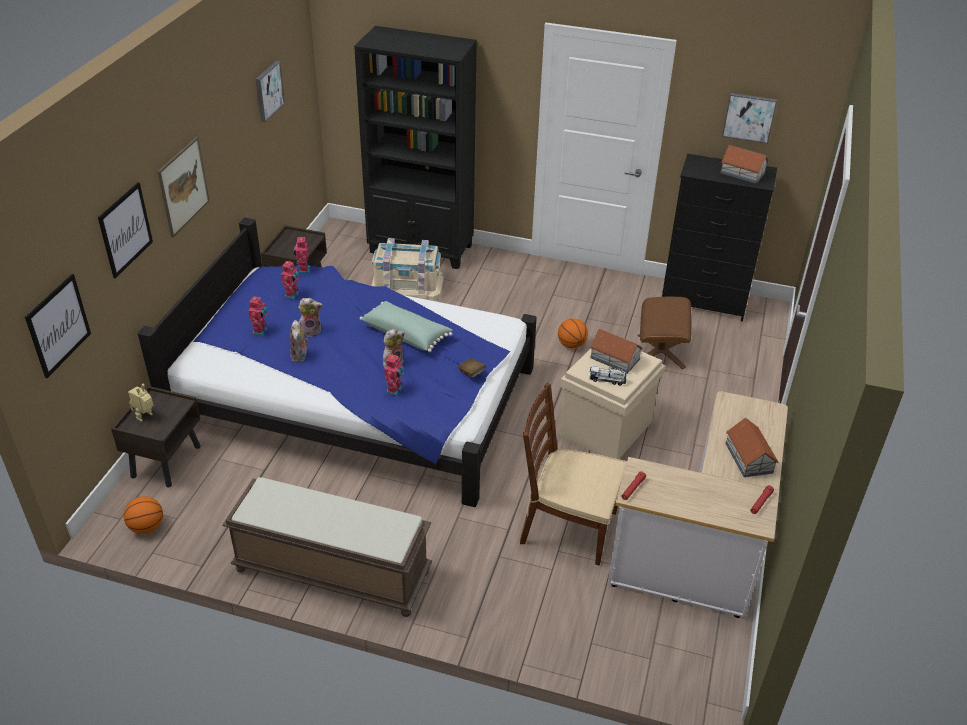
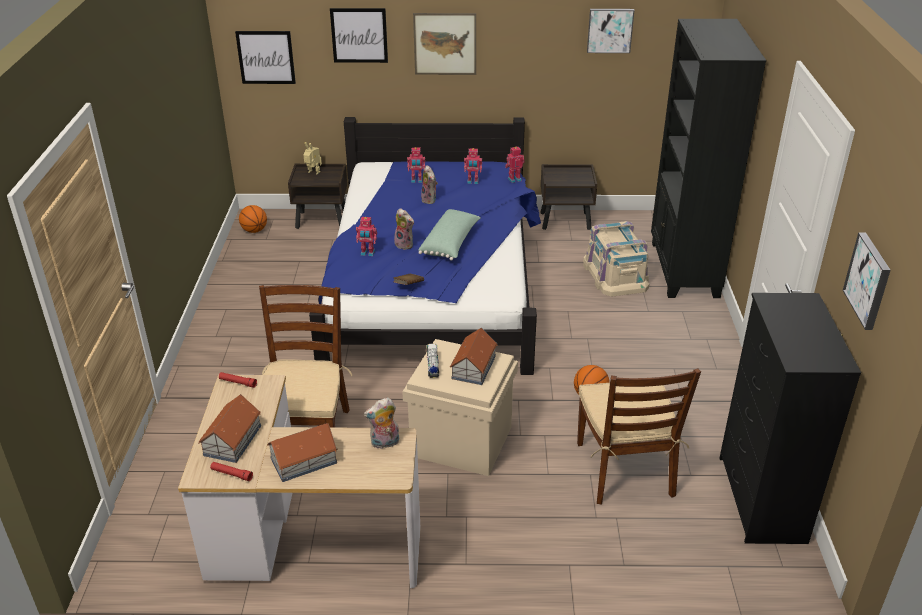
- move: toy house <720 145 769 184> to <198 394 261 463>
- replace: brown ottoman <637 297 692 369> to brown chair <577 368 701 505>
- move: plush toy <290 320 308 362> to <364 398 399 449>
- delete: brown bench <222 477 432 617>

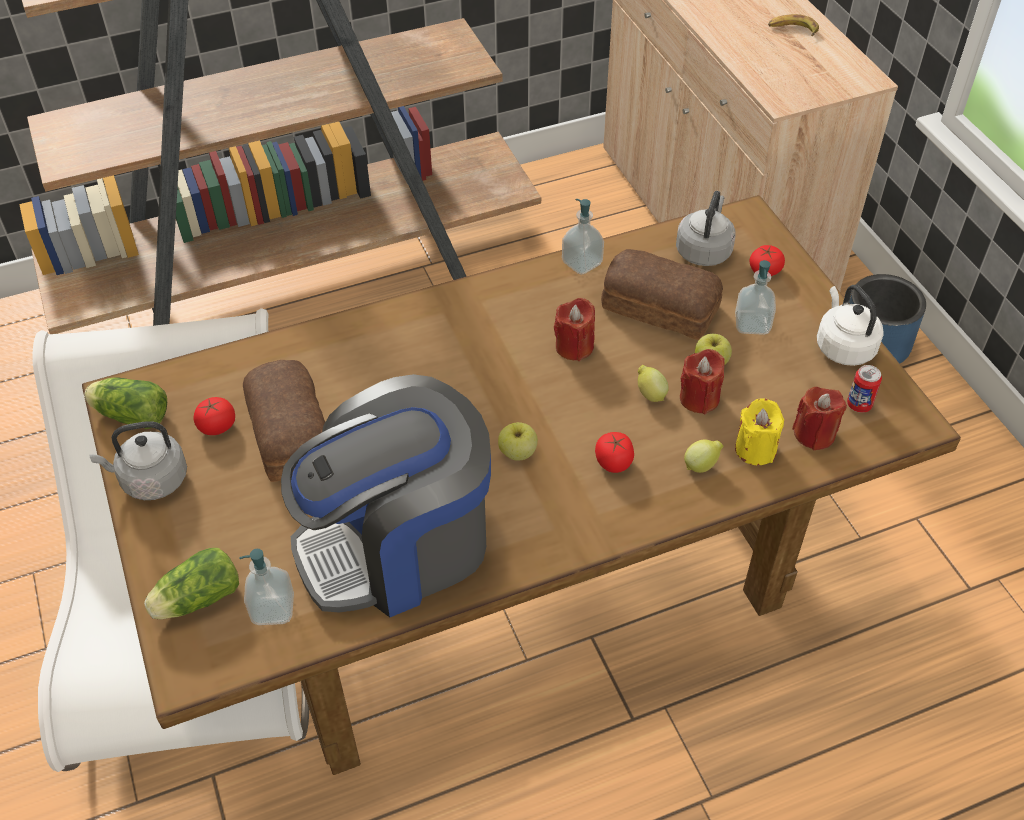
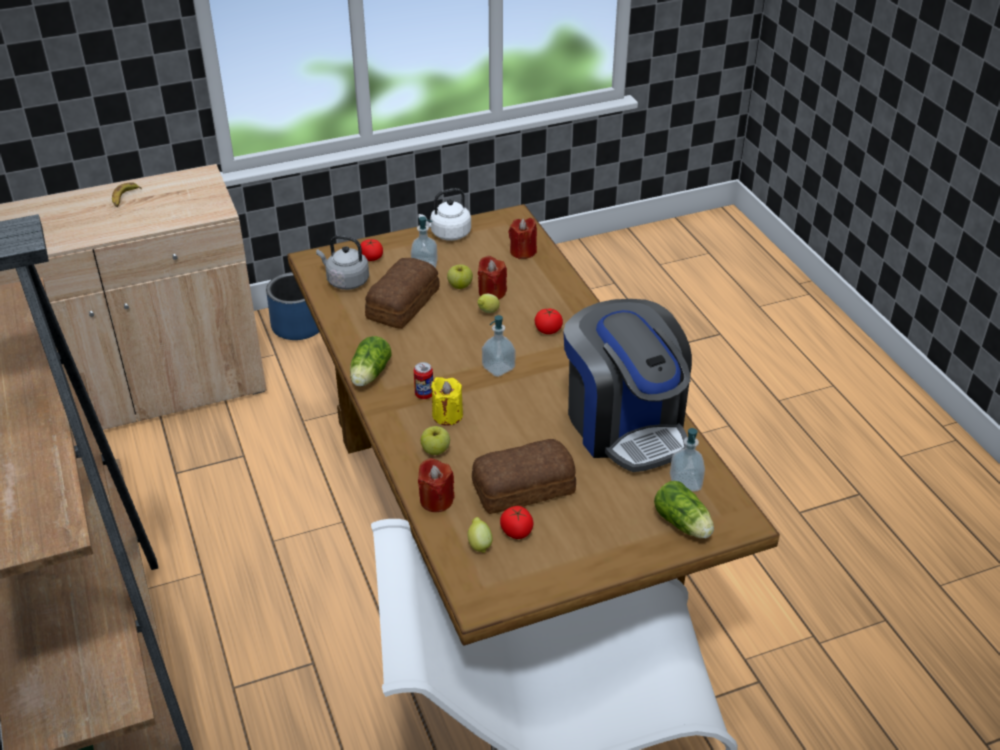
- move: soap dispenser <562 199 604 275> to <482 315 515 377>
- move: red candle <554 298 595 361> to <418 458 455 512>
- move: can <847 365 882 413> to <414 362 433 399>
- move: lettuce <84 378 167 429> to <350 336 392 386>
- move: yellow candle <735 398 784 465> to <431 377 463 426>
- delete: grey kettle <89 421 187 500>
- move: apple <498 422 538 461> to <421 426 450 455>
- move: lemon <684 439 723 473> to <467 517 493 553>

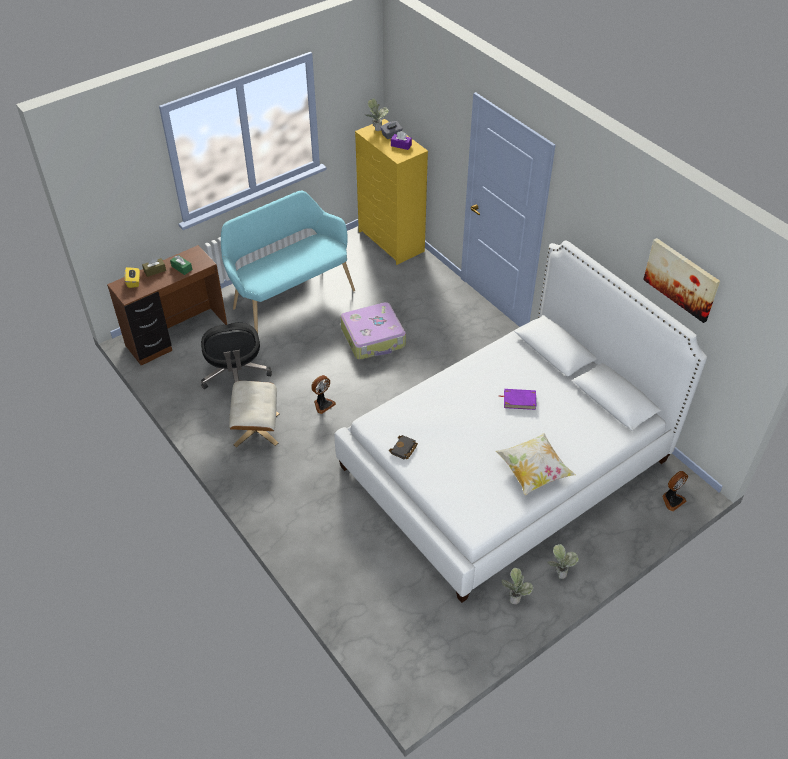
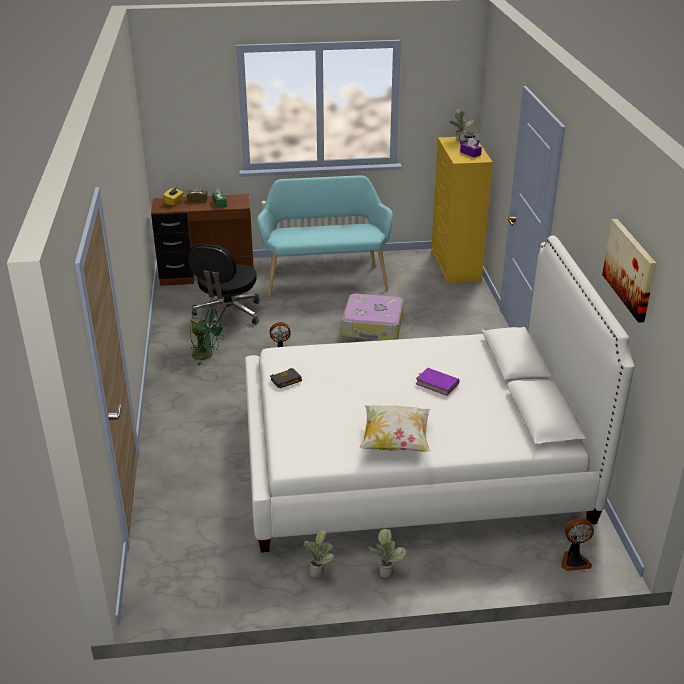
- replace: beige ottoman <229 381 280 448> to green fan <190 304 225 366>

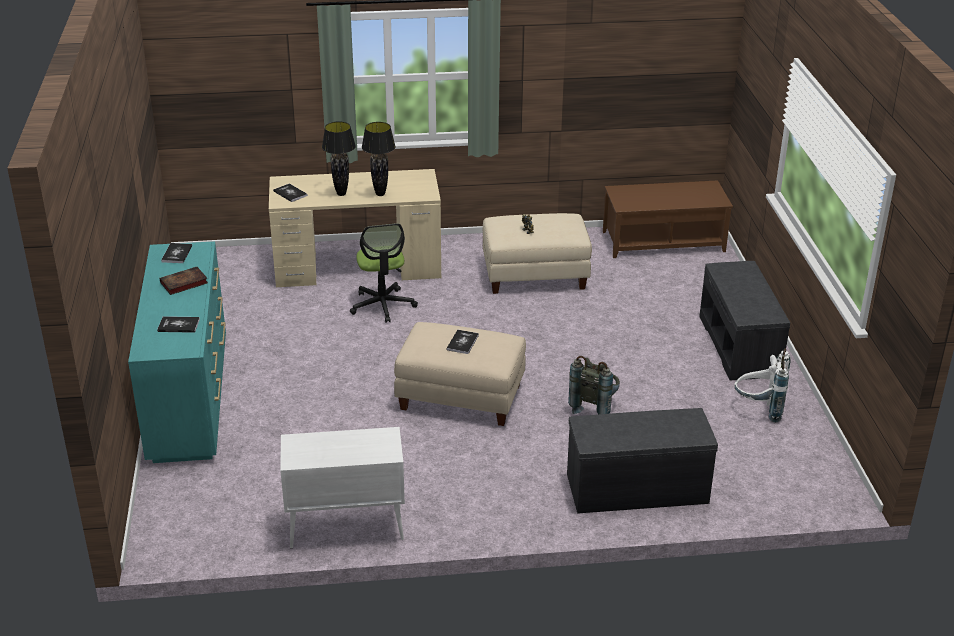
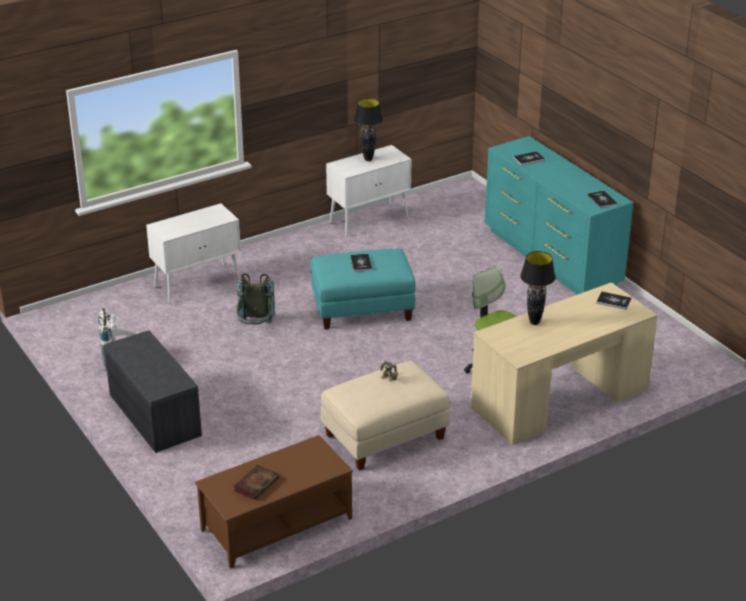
- move: black table lamp <322 121 356 196> to <354 98 383 161>
- move: book <160 267 208 295> to <234 465 279 500>
- recolor: beige ottoman <394 322 526 426> to turquoise ottoman <310 249 416 329>
- replace: grey bench <567 408 718 514> to white cabinet <146 203 241 303>

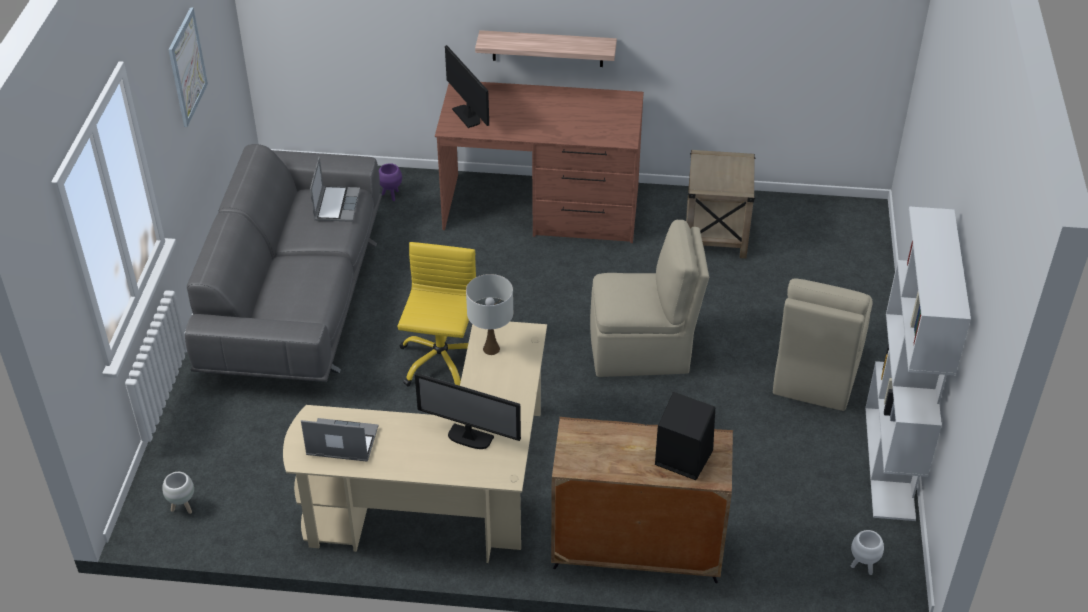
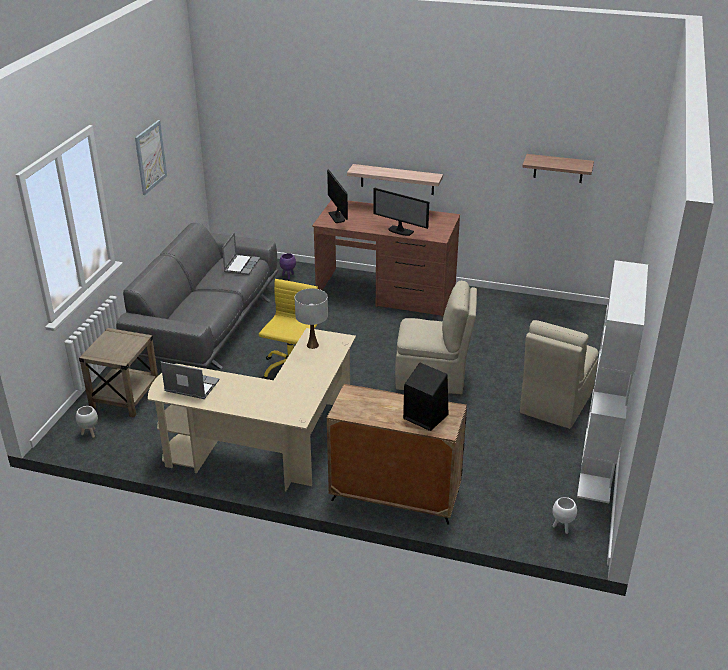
- move: beige side table <686 150 755 259> to <79 328 158 417>
- move: monitor <415 373 521 449> to <373 187 429 236>
- insert: shelf <522 154 594 183>

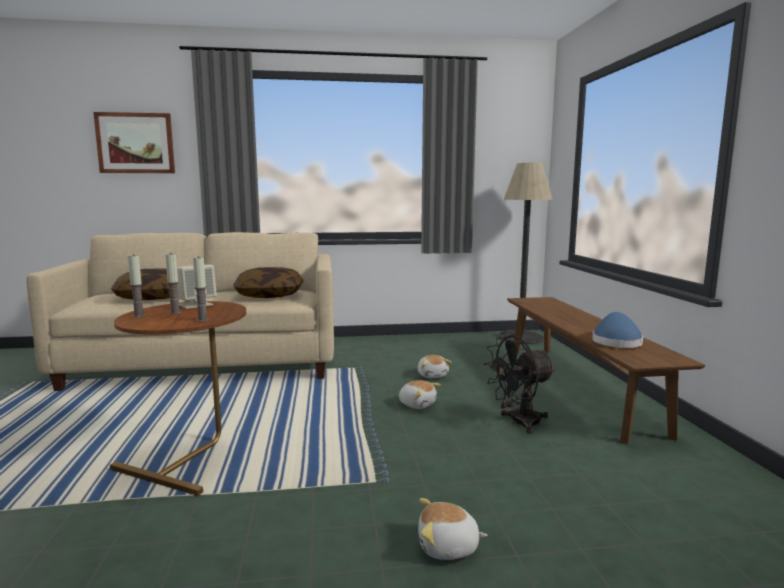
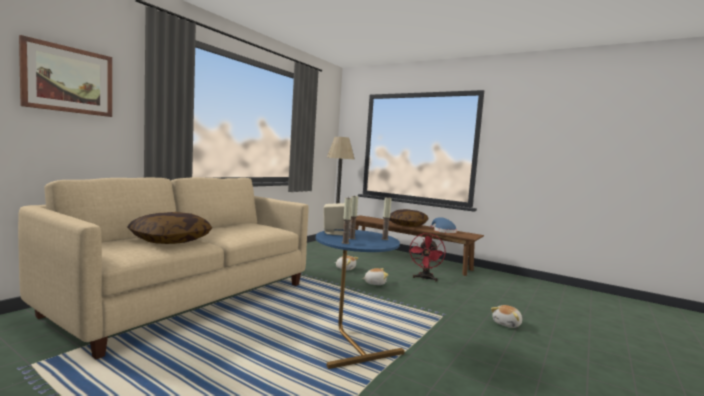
- move: pillow <233 267 304 298> to <389 209 429 227>
- recolor: brown side table <110 301 246 497> to blue side table <316 229 405 369>
- recolor: black fan <484 336 556 433> to red fan <409 233 445 282>

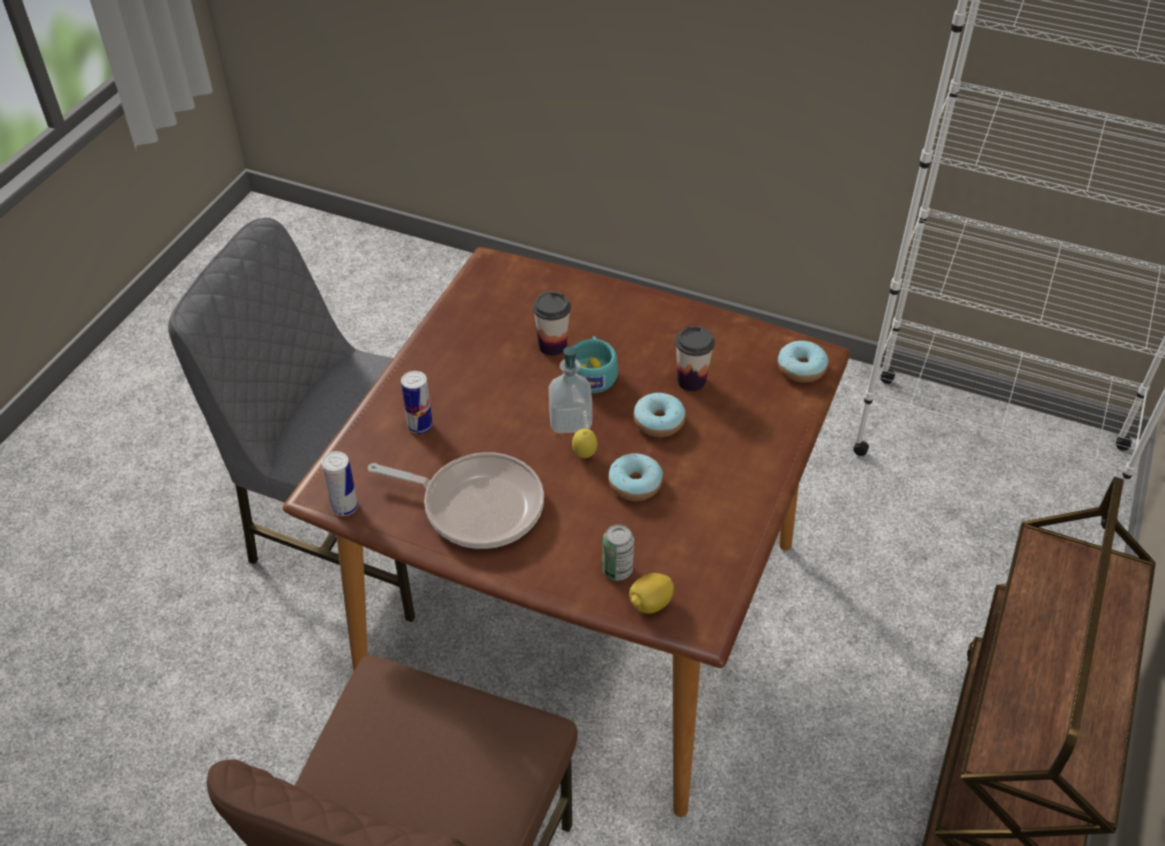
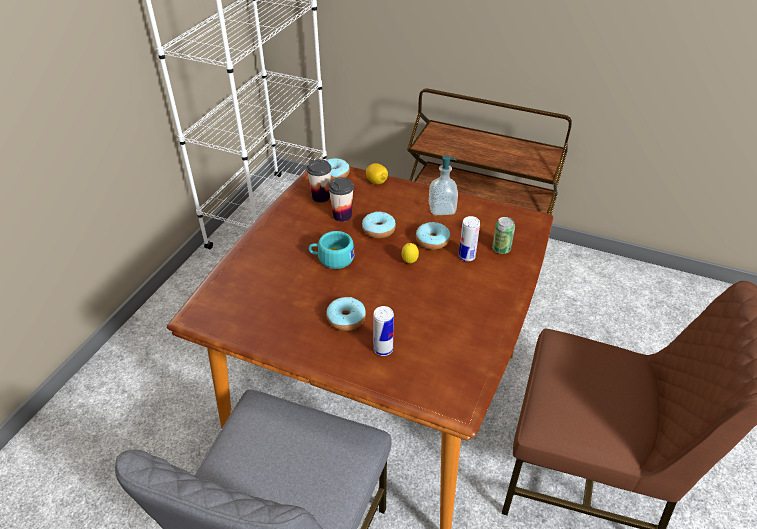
- move: cup <533 291 571 356> to <307 159 332 203>
- move: soap dispenser <549 346 592 433> to <429 155 458 215>
- move: can <321 451 358 516> to <459 216 480 261>
- delete: frying pan <368 452 544 549>
- move: lemon <629 573 674 613> to <366 163 388 184>
- insert: donut <326 297 366 331>

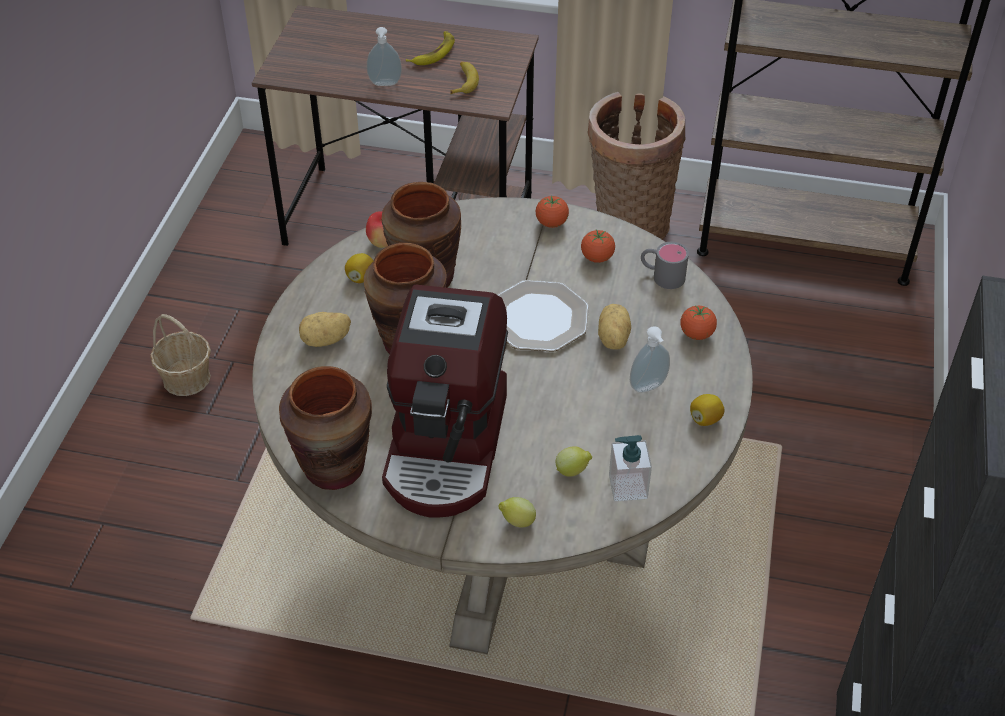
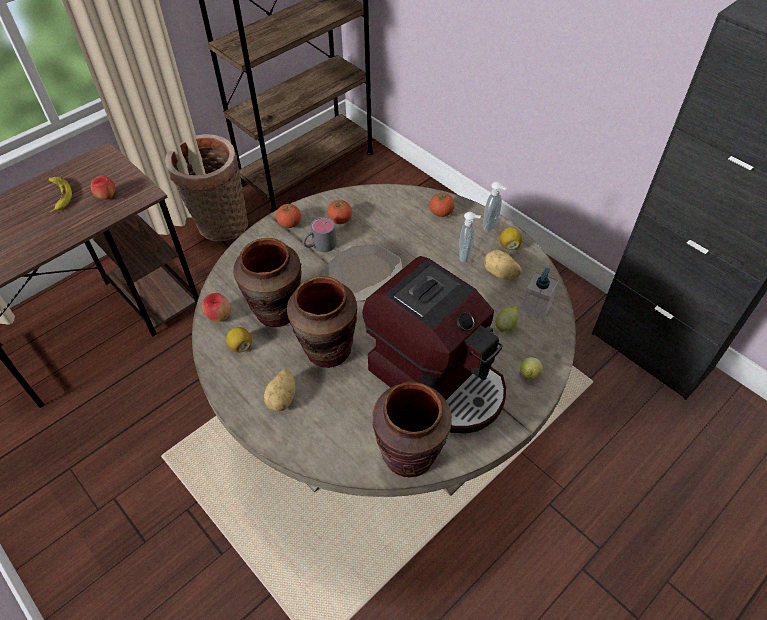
- move: soap dispenser <367 27 402 86> to <483 181 506 231>
- replace: banana <450 62 479 94> to apple <91 175 115 200>
- move: grey mug <641 242 689 289> to <303 217 337 252>
- move: potato <598 304 631 350> to <484 250 522 280>
- delete: basket <150 314 211 396>

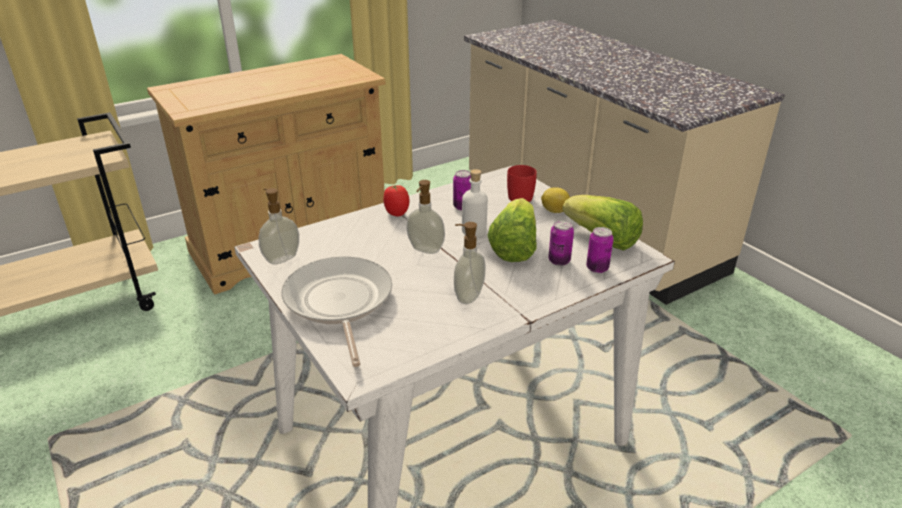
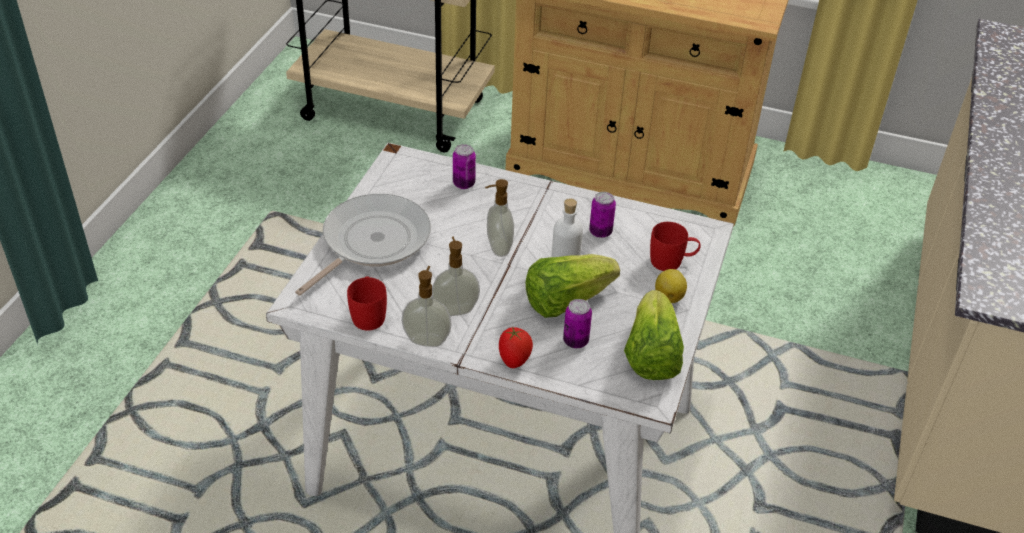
- move: tomato <383 185 410 216> to <499 326 533 368>
- move: soap dispenser <258 188 299 265> to <402 266 451 347>
- move: can <586 227 614 273> to <453 144 476 189>
- insert: red mug <347 276 387 331>

